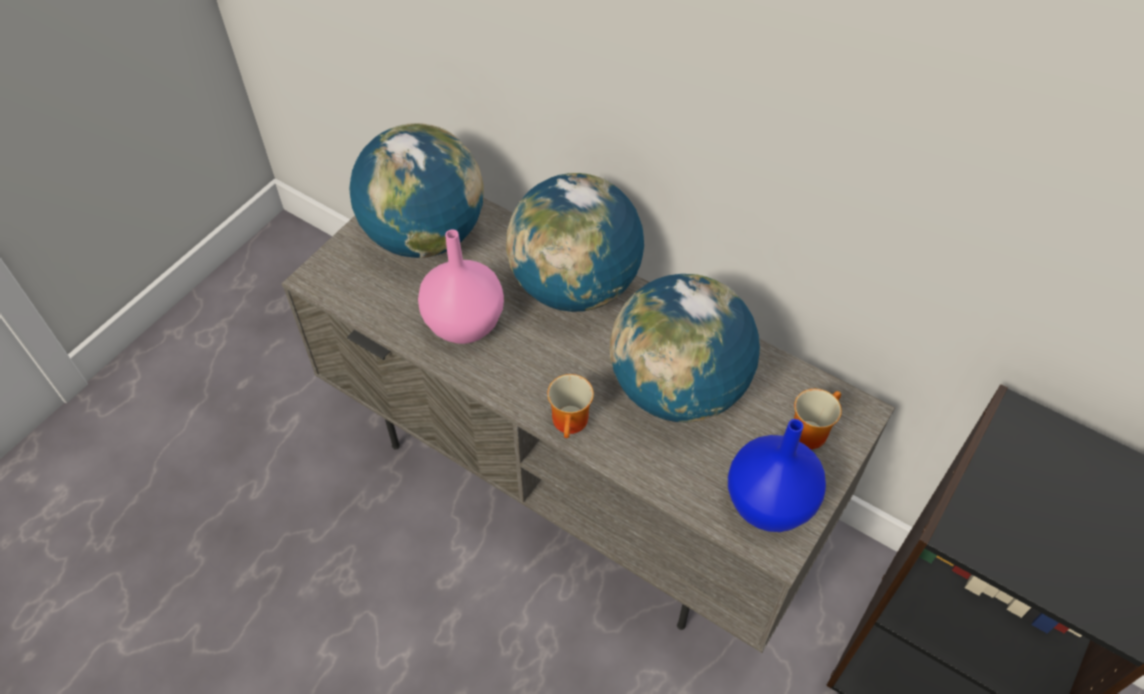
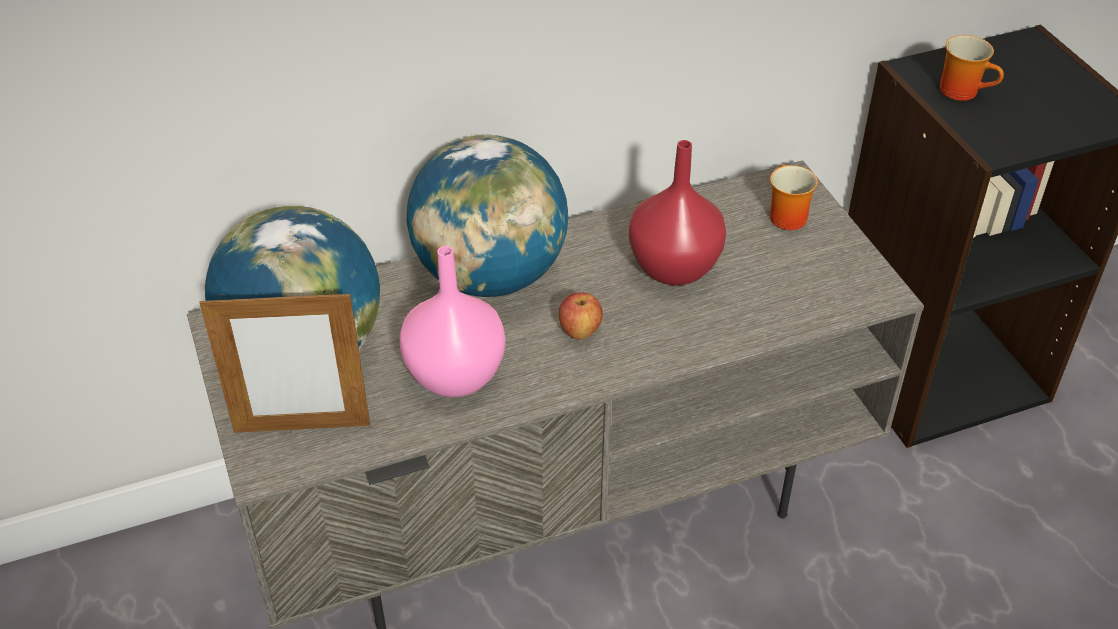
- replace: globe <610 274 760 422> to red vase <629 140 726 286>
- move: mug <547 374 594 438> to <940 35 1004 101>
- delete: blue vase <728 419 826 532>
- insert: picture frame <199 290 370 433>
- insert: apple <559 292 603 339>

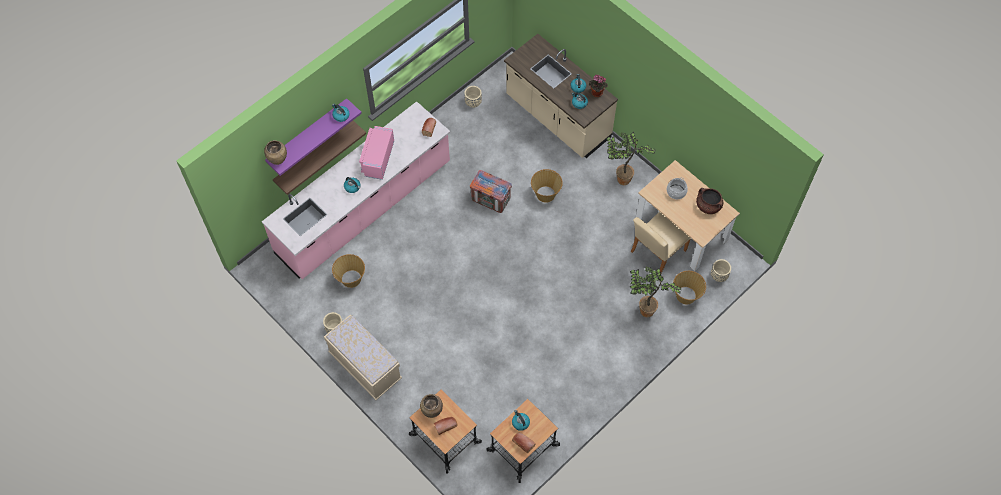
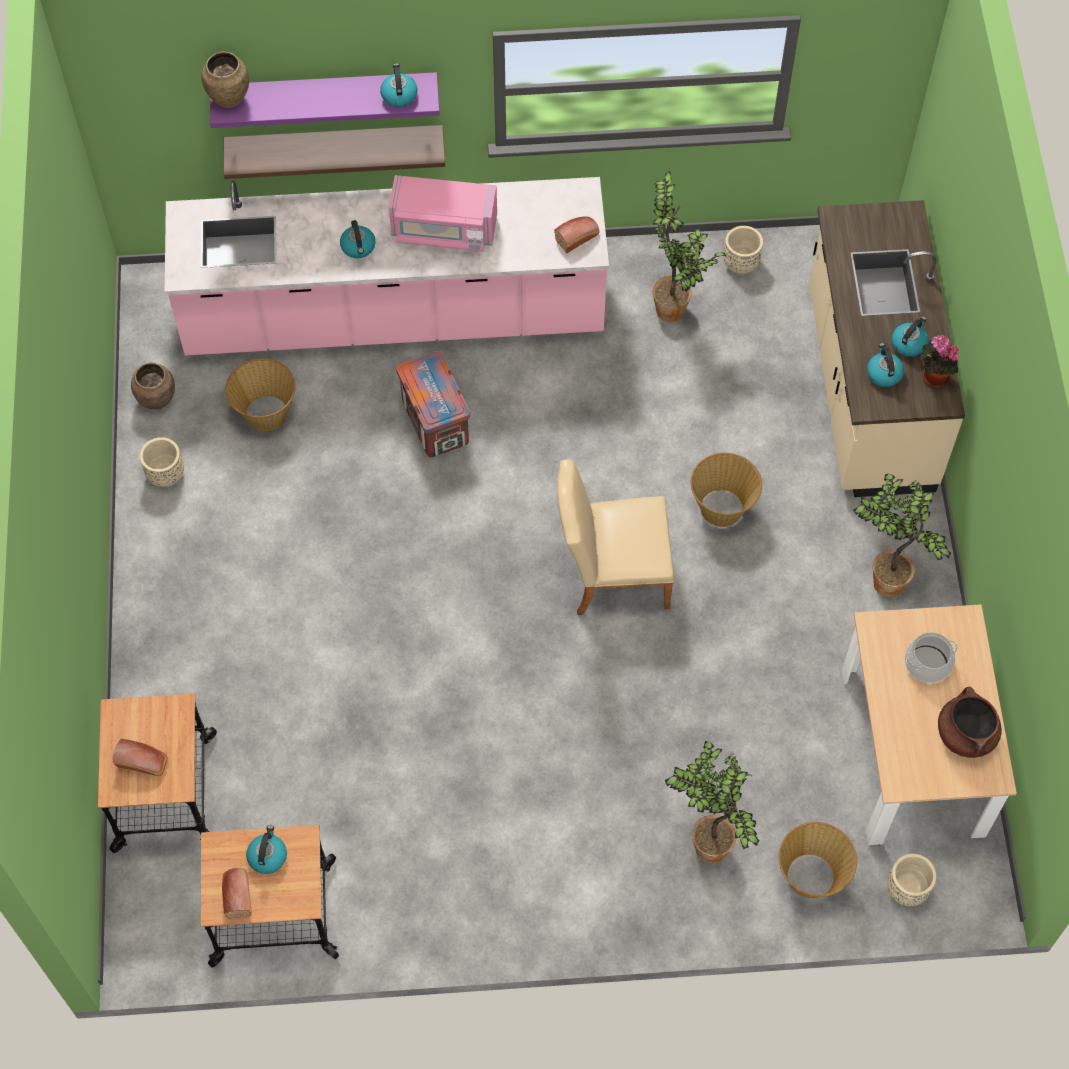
- rotate: pink microwave <359 126 394 180> = <389 175 497 252> 135 degrees counterclockwise
- move: crate <470 170 512 213> to <396 351 470 458>
- move: beige chair <631 212 691 275> to <557 460 674 615>
- delete: beige bench <324 314 402 400>
- move: brown vase <420 394 443 418> to <131 363 175 410>
- insert: potted plant <652 171 726 322>

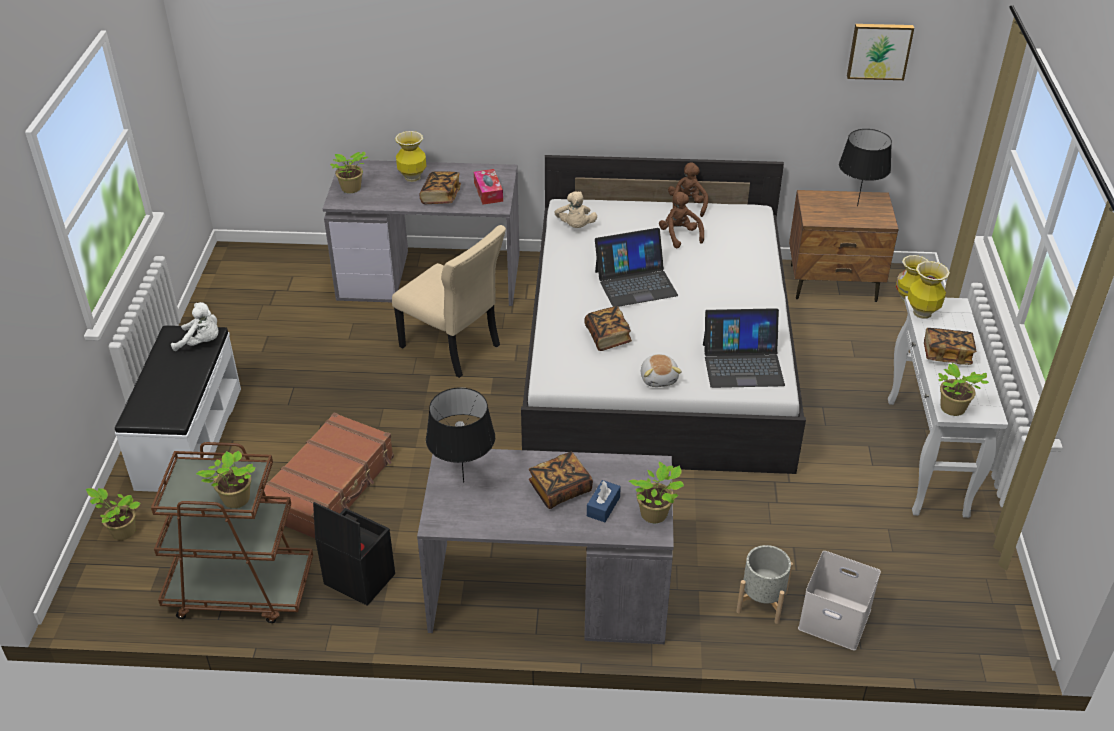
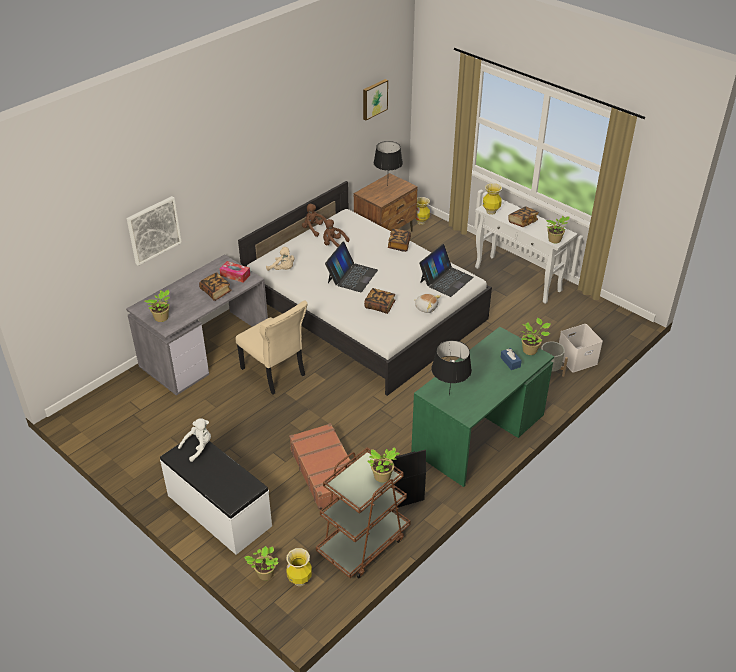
- move: vase <395 131 427 182> to <286 548 312 586>
- rotate: beige chair <392 225 506 378> = <236 301 308 394> 60 degrees clockwise
- recolor: grey desk <417 449 674 644> to green desk <411 327 554 487>
- move: book <529 452 593 509> to <388 229 411 252>
- insert: picture <127 196 182 266>

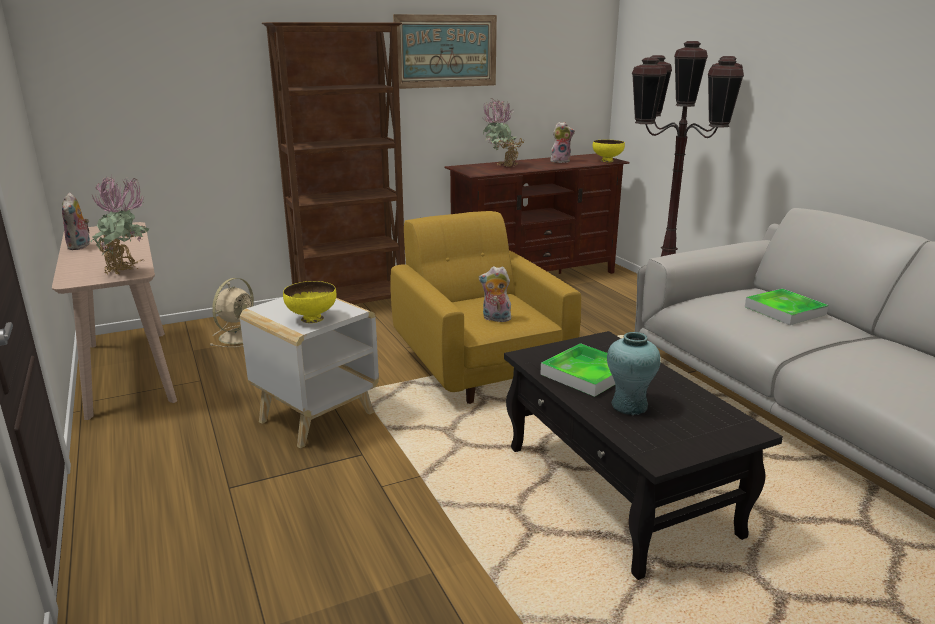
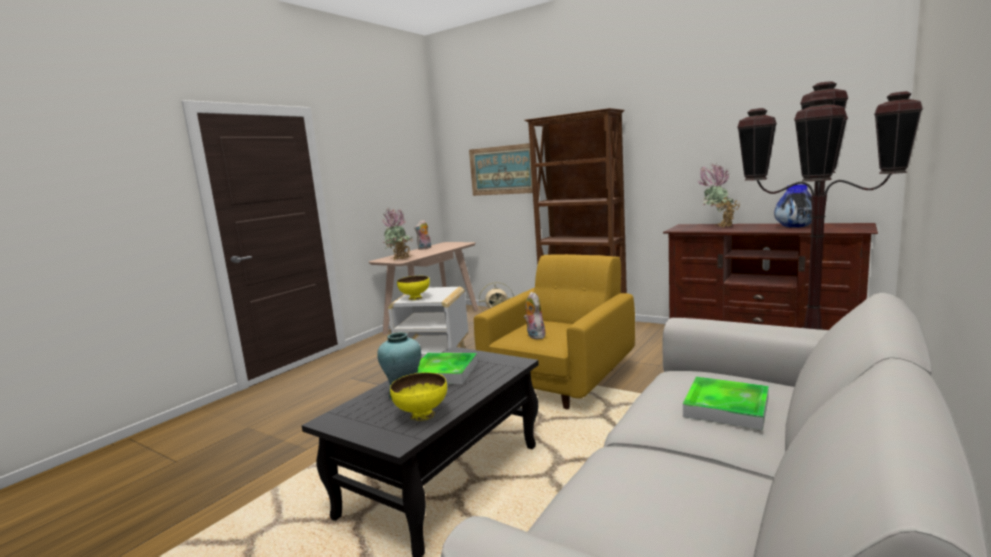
- move: picture <393 14 497 89> to <469 143 533 196>
- replace: plush toy <550 122 575 163> to vase <774 185 812 228>
- move: yellow bowl <593 140 625 162> to <390 372 447 421>

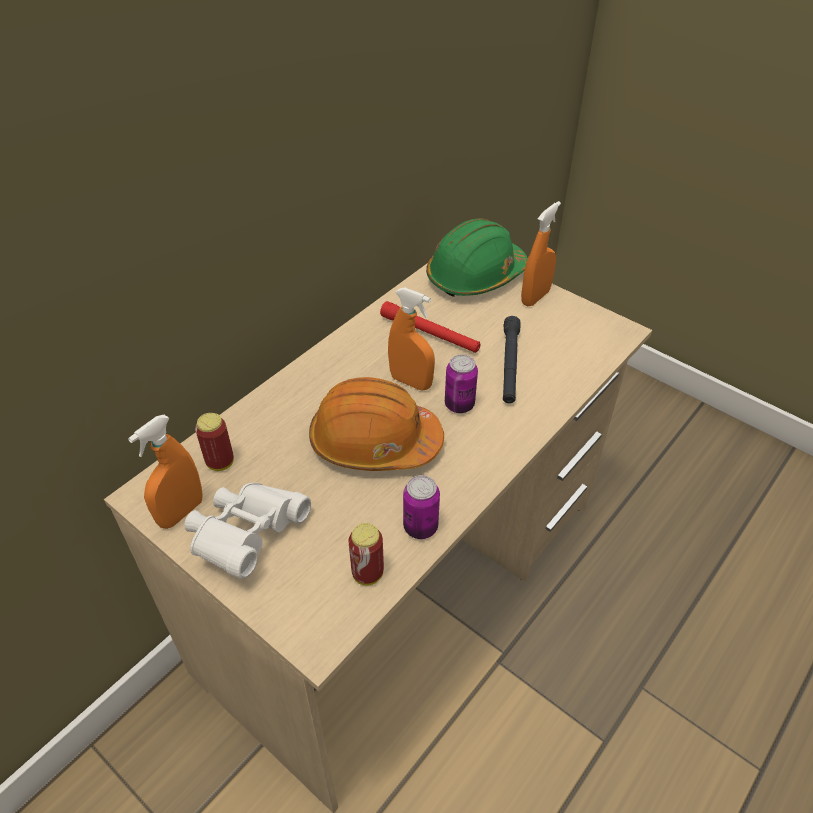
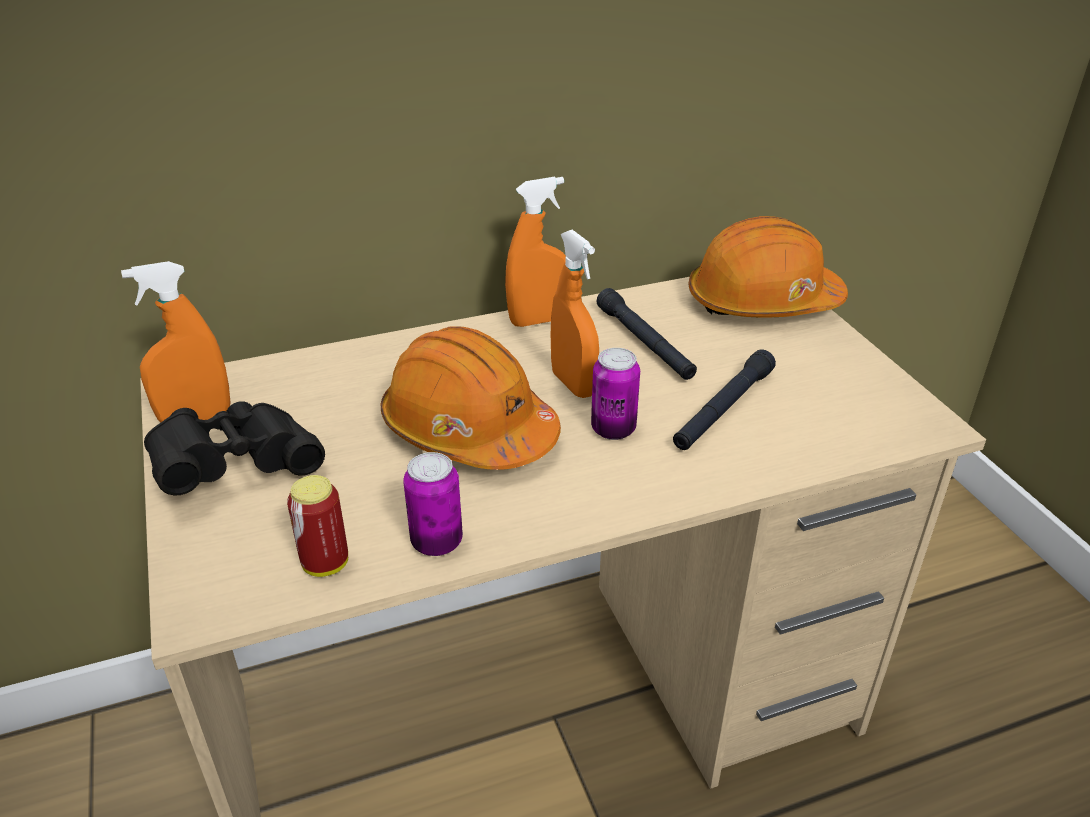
- move: orange spray bottle <521 201 561 306> to <505 177 566 327>
- recolor: green hard hat <426 218 528 297> to orange hard hat <689 216 848 318>
- recolor: red flashlight <380 301 481 353> to black flashlight <597 288 697 380>
- delete: can <195 413 234 471>
- recolor: white binoculars <184 483 311 579> to black binoculars <144 401 325 495>

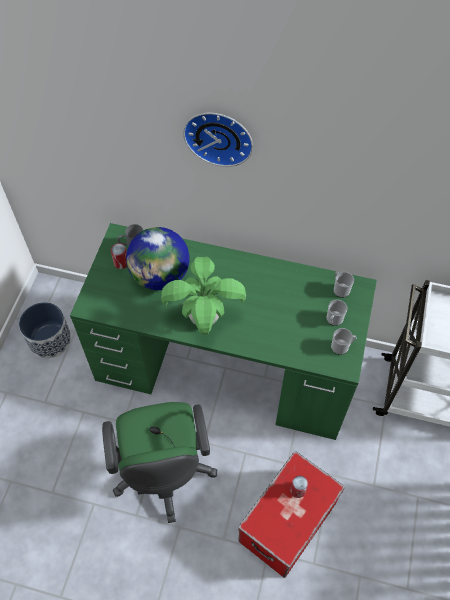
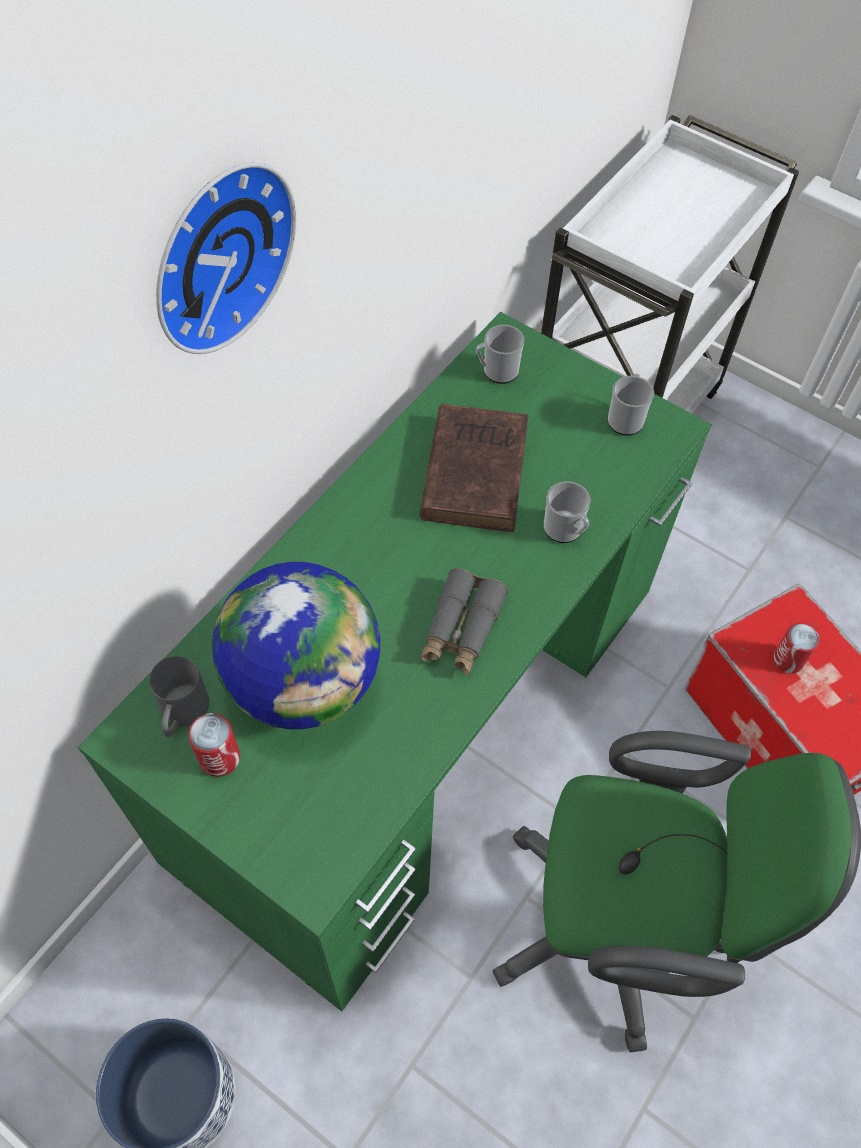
- replace: potted plant <161 257 246 335> to grey binoculars <421 568 508 676>
- move: mug <326 299 348 326> to <544 481 591 543>
- insert: brown book <420 404 529 532>

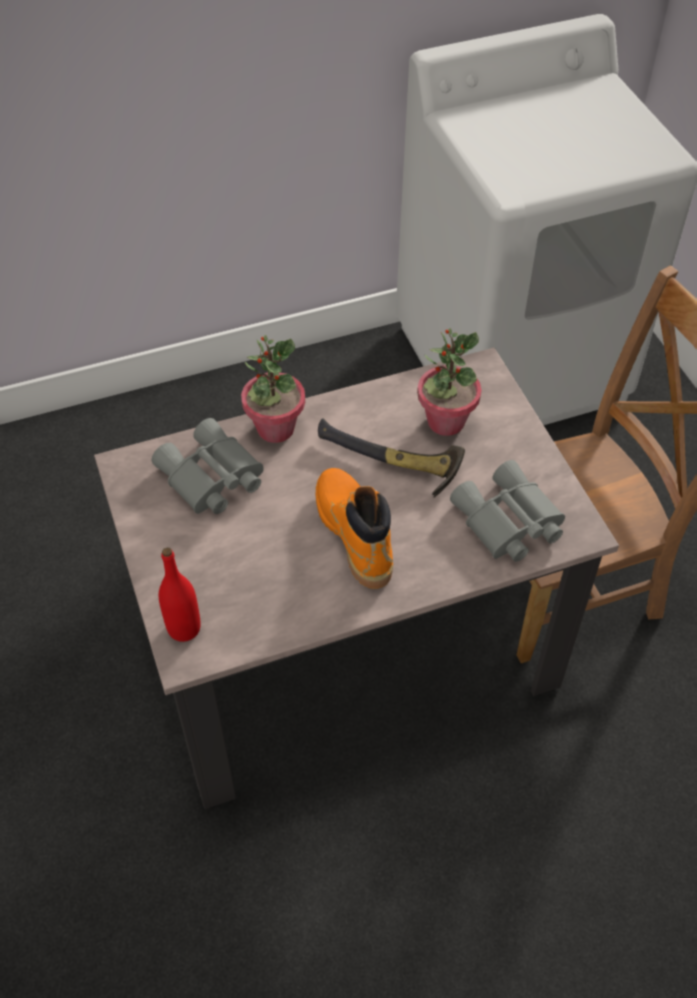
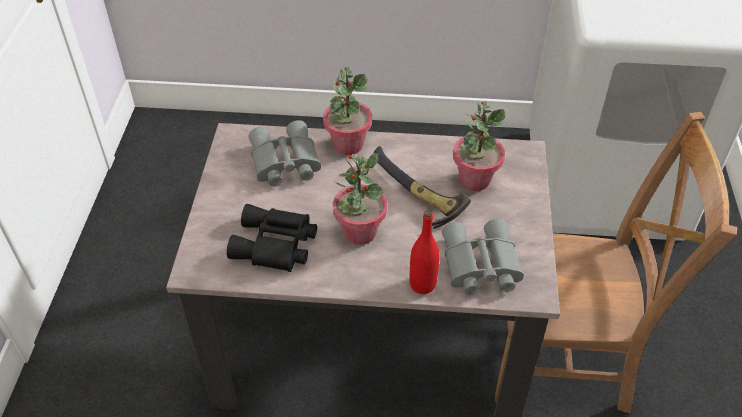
- replace: orange boot <316 468 393 589> to potted plant <333 153 387 245>
- move: red bottle <159 547 201 642> to <410 211 440 294>
- insert: black binoculars <227 204 317 272>

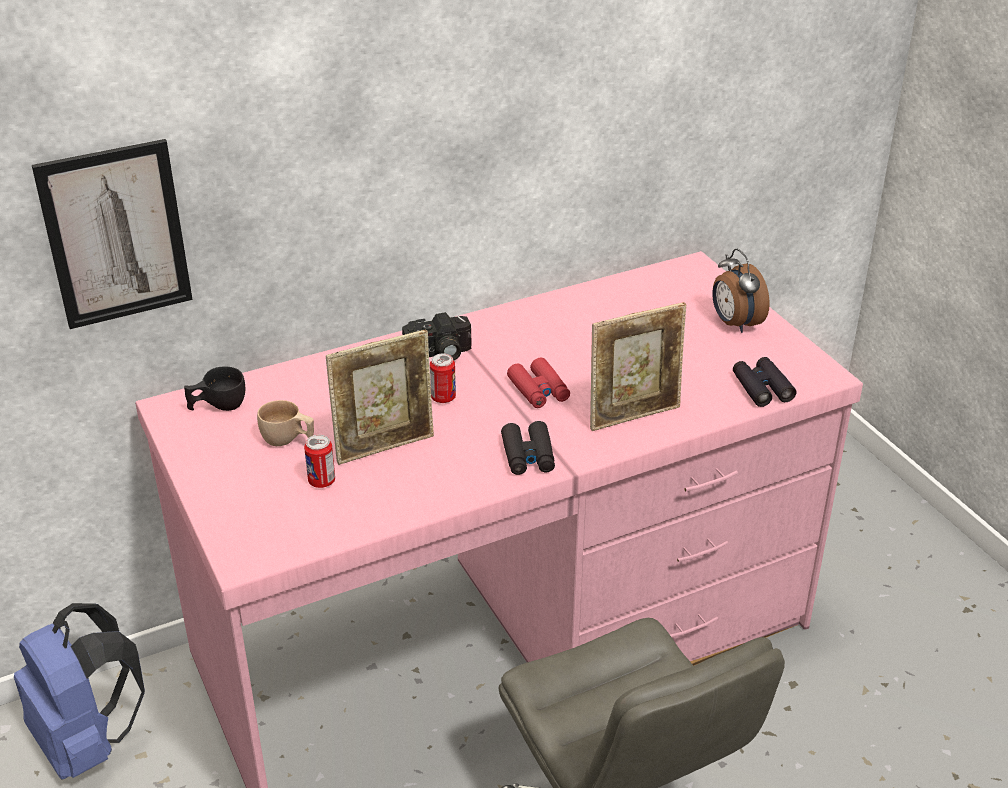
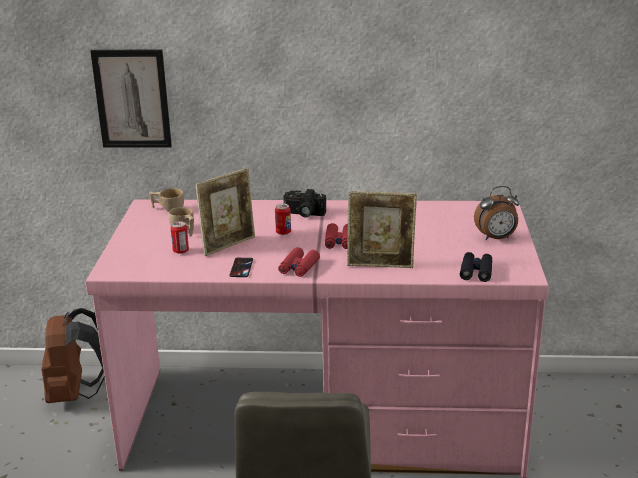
- rotate: alarm clock <712 249 770 333> = <474 186 519 240> 105 degrees counterclockwise
- rotate: picture frame <326 330 434 465> = <195 168 255 256> 45 degrees counterclockwise
- recolor: black cup <184 366 245 411> to beige cup <149 188 184 212>
- recolor: black binoculars <501 421 555 475> to red binoculars <278 247 320 277>
- recolor: blue backpack <14 603 145 780> to brown backpack <41 308 105 403>
- insert: phone <230 258 253 277>

